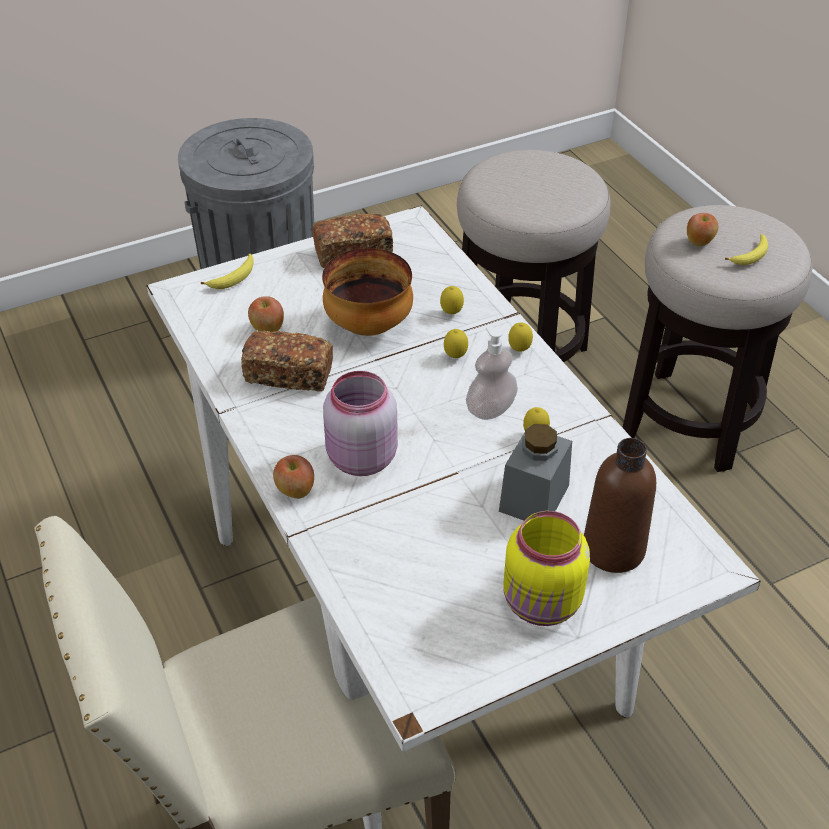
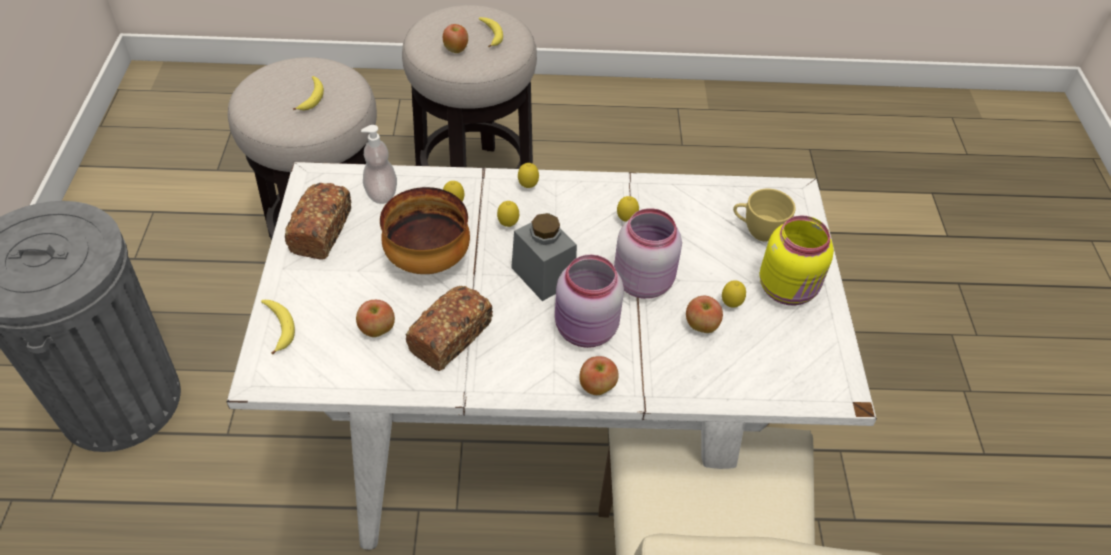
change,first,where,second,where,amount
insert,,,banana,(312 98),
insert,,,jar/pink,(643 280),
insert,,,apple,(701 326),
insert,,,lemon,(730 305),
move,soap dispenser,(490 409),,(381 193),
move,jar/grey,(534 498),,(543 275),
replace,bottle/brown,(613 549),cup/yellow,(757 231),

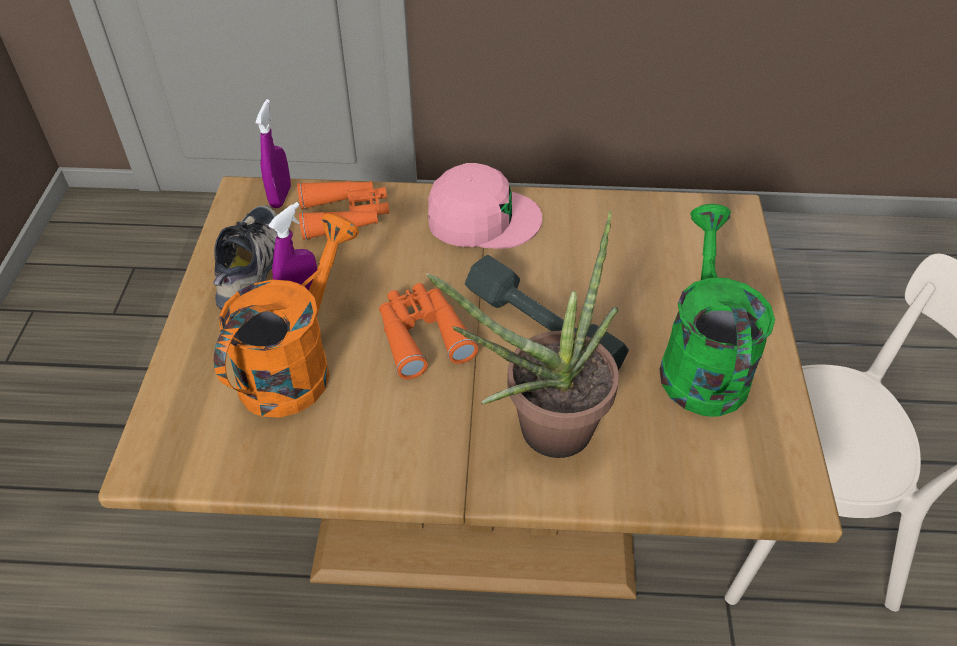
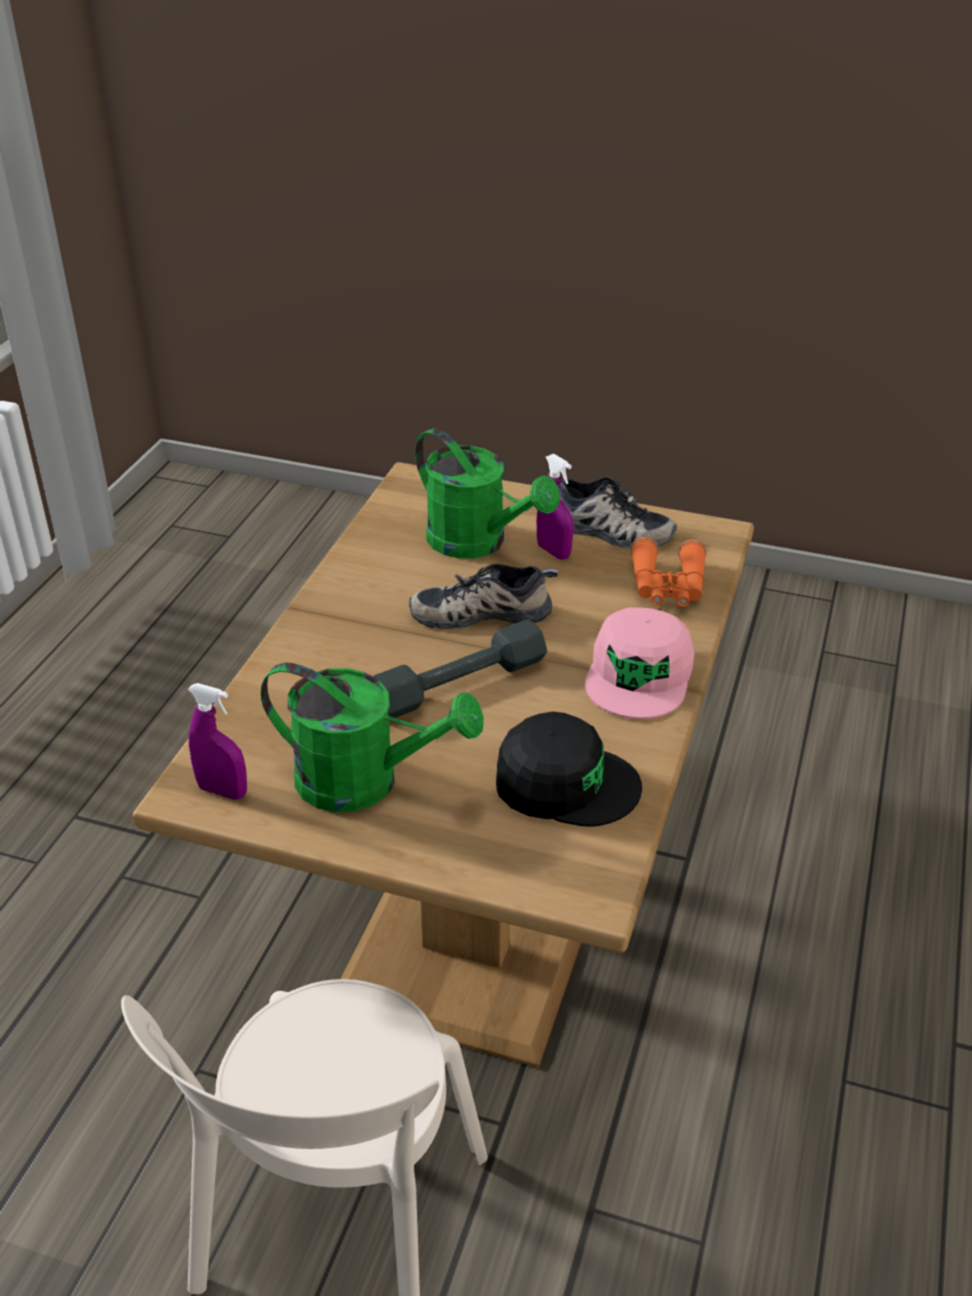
change,first,where,second,where,amount
delete,potted plant,(540 433),,,
insert,,,cap/black,(565 782),
move,spray bottle/purple,(280 197),,(222 791),
replace,binoculars/orange,(422 335),shoe,(482 611),
recolor,watering can/orange,(295 365),watering can/green,(478 543),

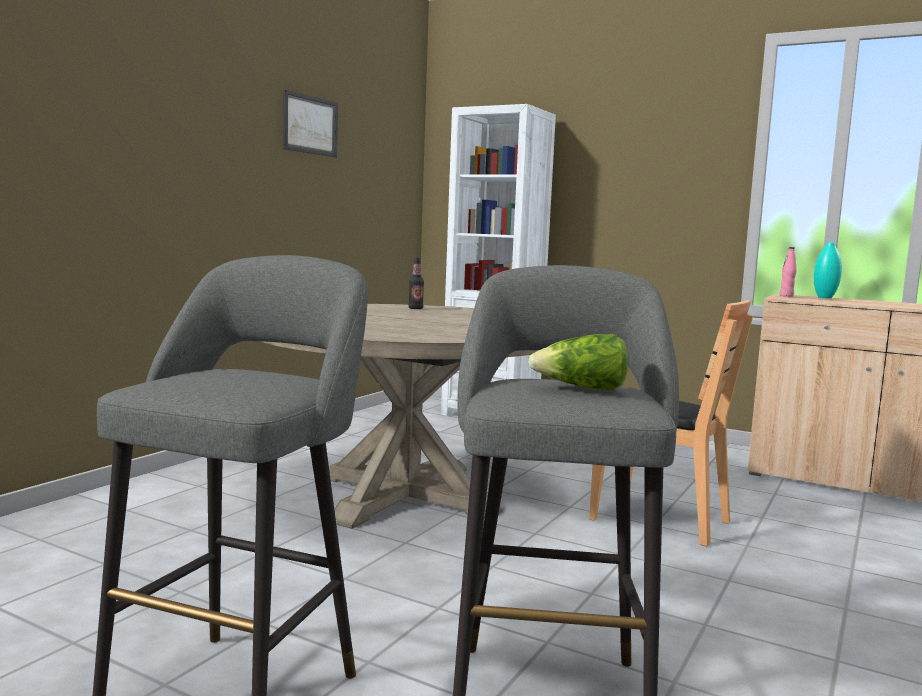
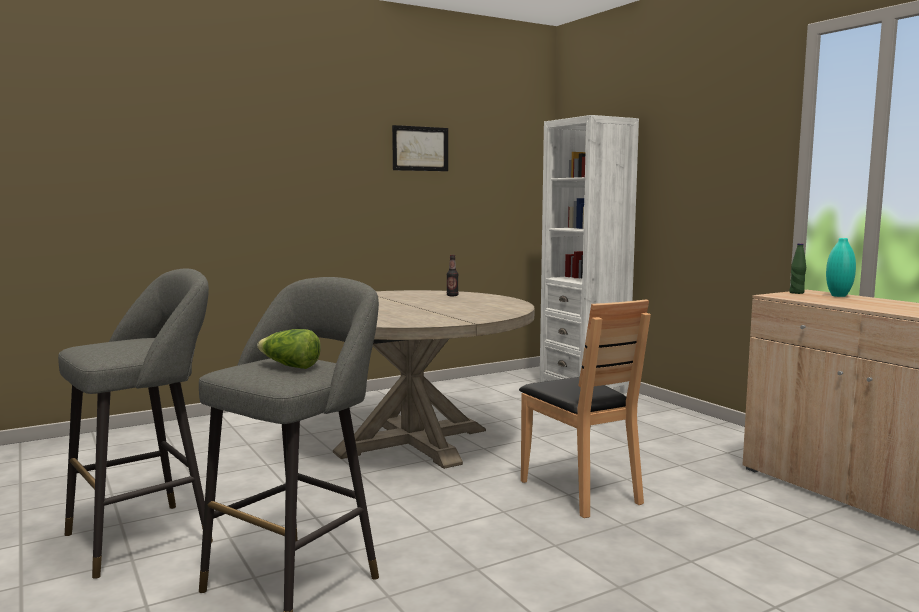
change,first,where,second,where,amount
recolor,bottle/pink,(786 296),bottle/green,(796 293),

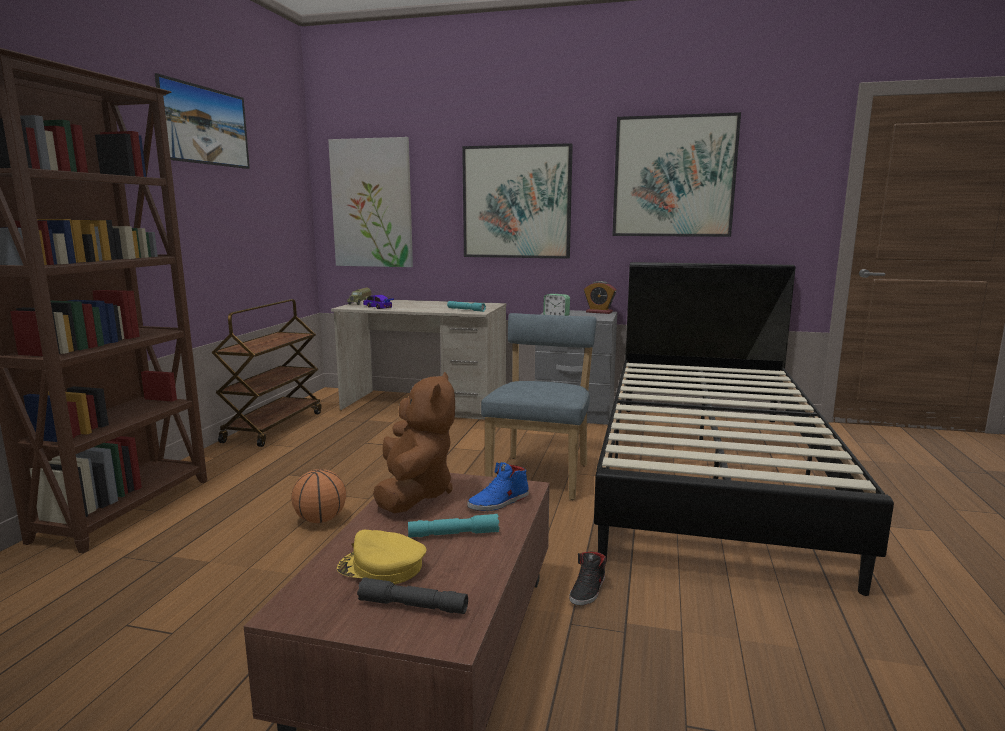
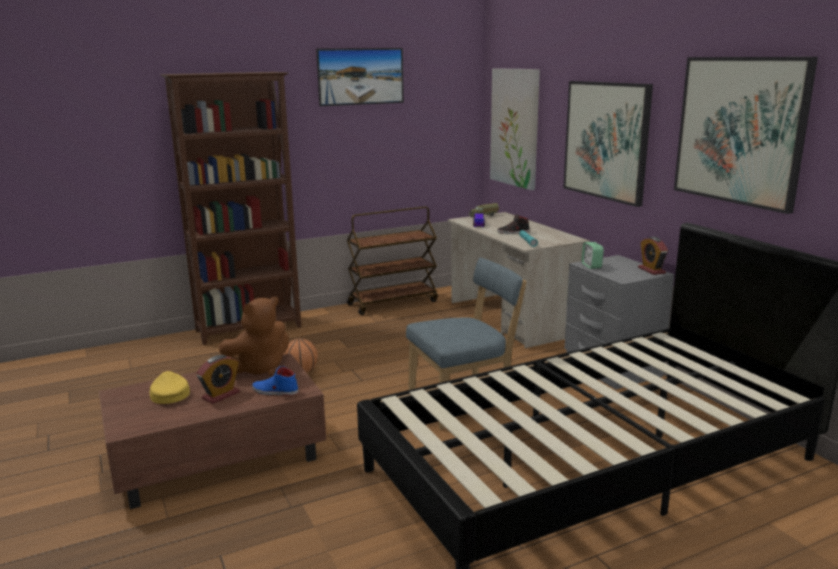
change,first,where,second,where,amount
delete,flashlight/grey,(413 606),,,
move,shoe/black,(588 590),,(513 232),
replace,flashlight/turquoise,(453 534),alarm clock,(221 395),

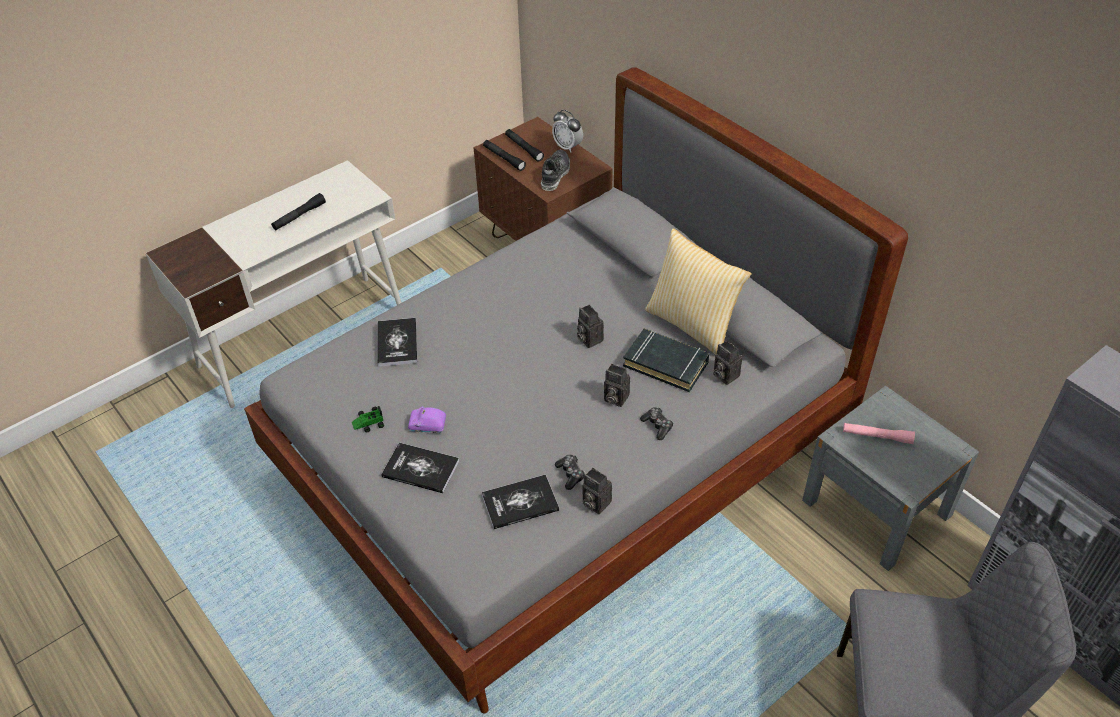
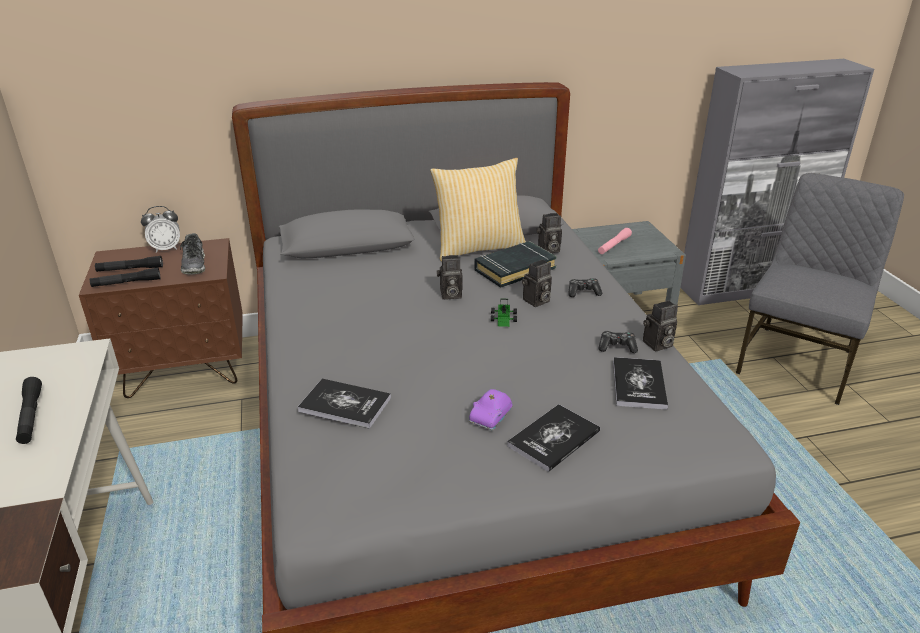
change,first,where,second,where,amount
move,toy car,(367 422),,(503 319),
rotate,shoe,(555 175),,(195 264),150 degrees counterclockwise

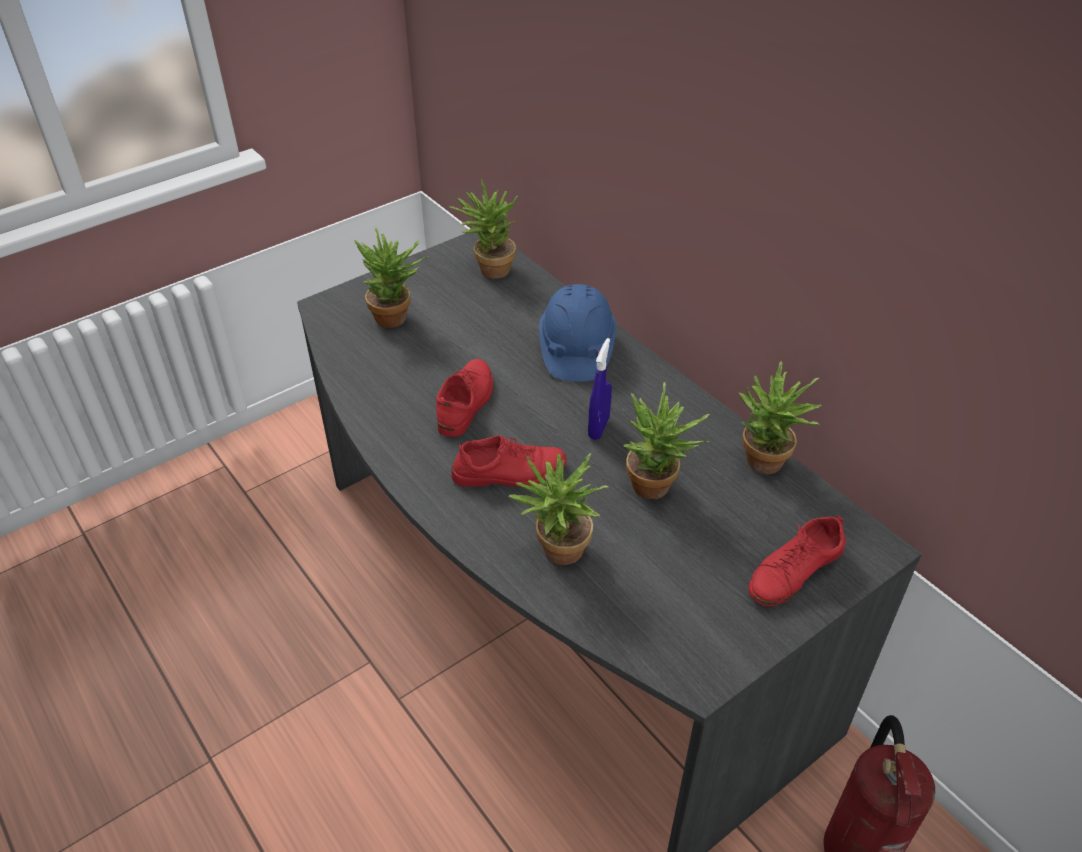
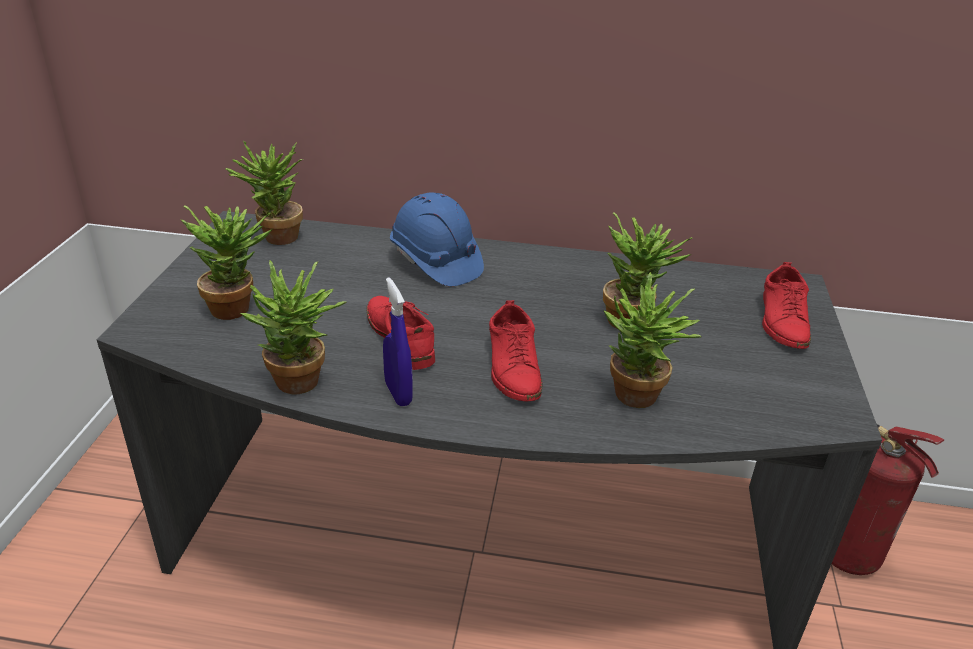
change,first,where,second,where,amount
move,spray bottle/blue,(598 428),,(398 393),
move,potted plant,(764 467),,(301 386),
rotate,shoe/red,(509 472),,(513 367),135 degrees clockwise

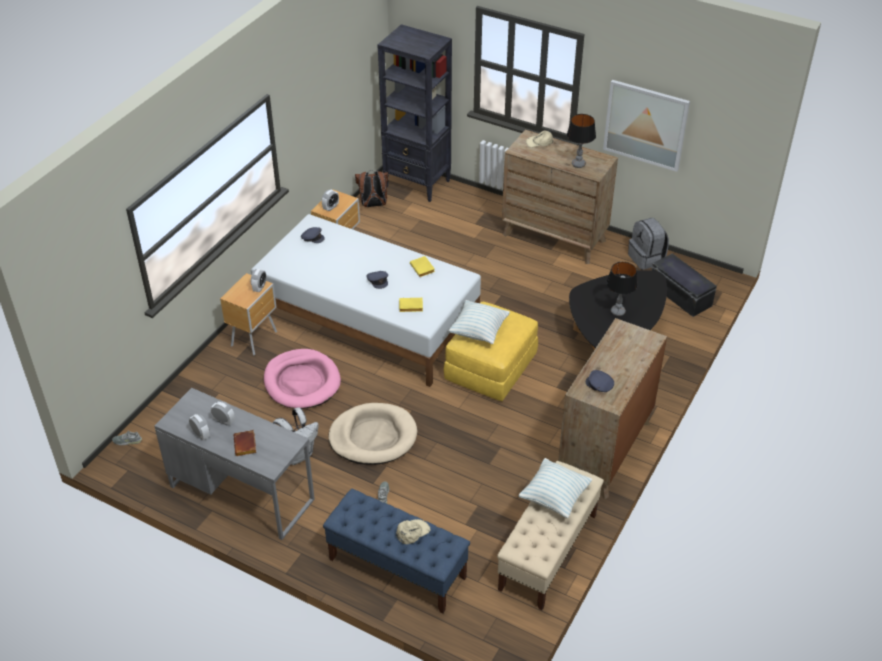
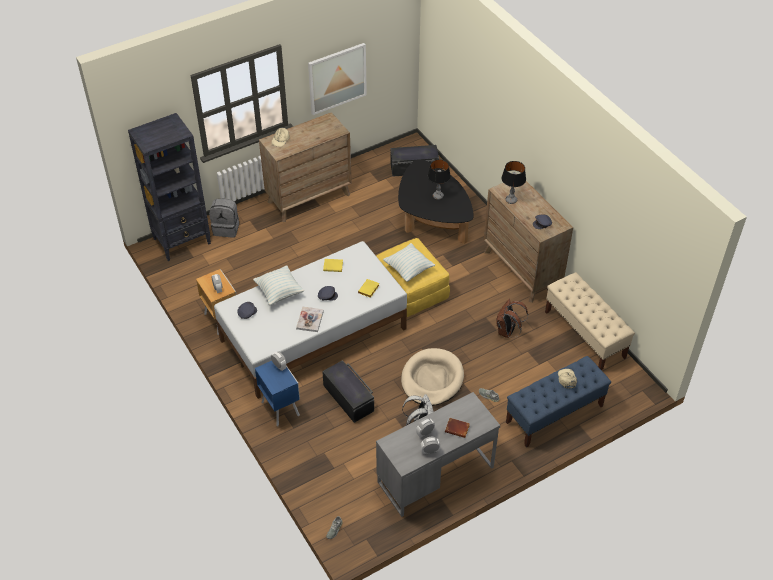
change,first,where,second,where,amount
insert,,,book,(310 320),
move,backpack/brown,(373 205),,(507 331),
move,pillow,(554 497),,(279 292),
move,table lamp,(578 164),,(511 200),
move,backpack/grey,(646 258),,(226 228),
replace,dog bed/pink,(302 382),storage box/black,(349 398),
recolor,nightstand/brown,(255 338),nightstand/blue,(280 408),

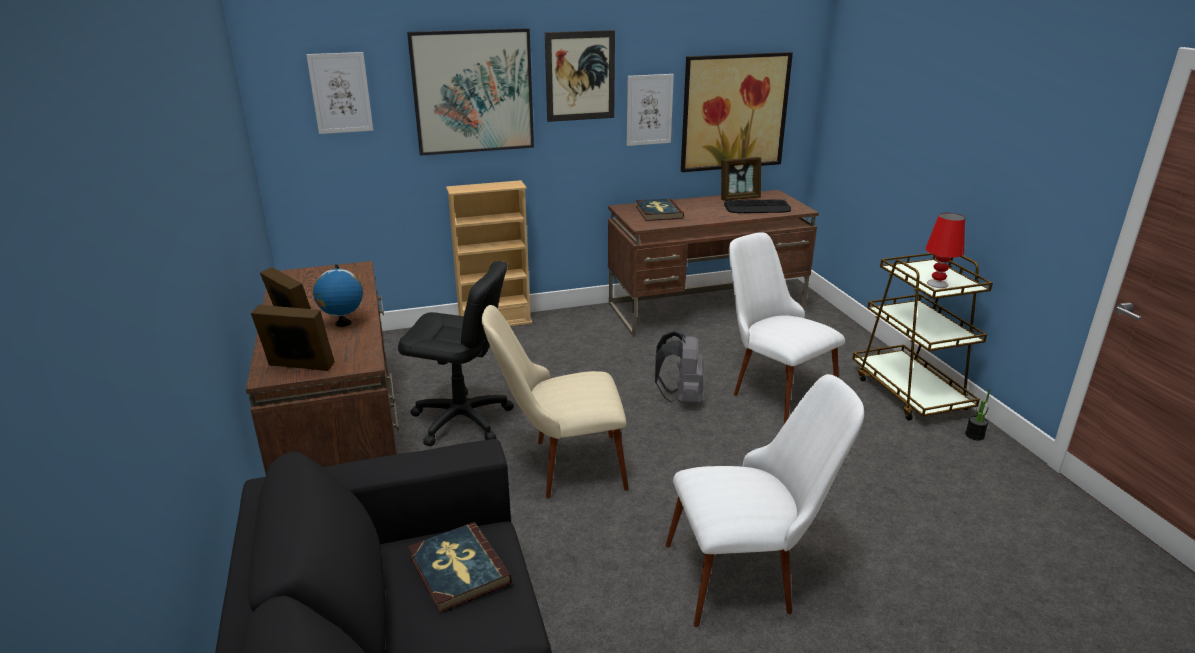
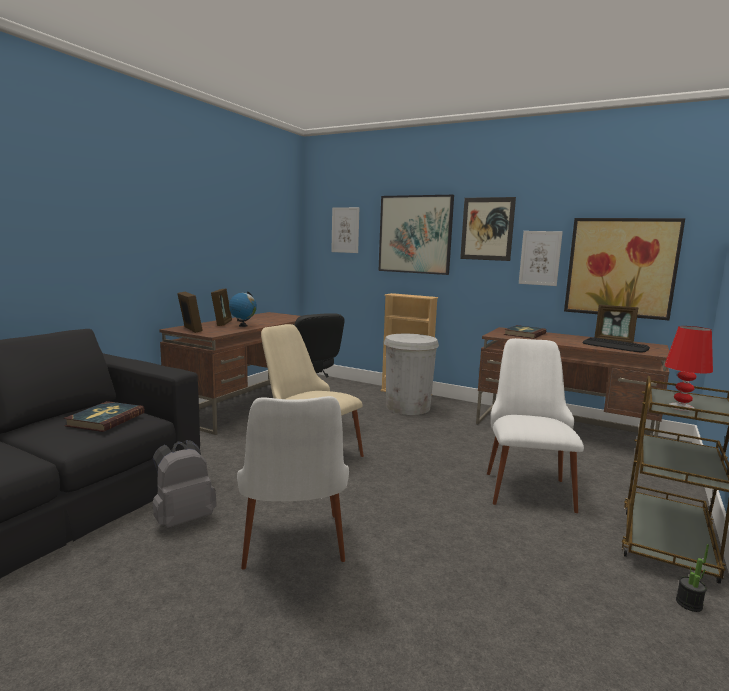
change,first,where,second,where,amount
insert,,,trash can/white,(408 407),
move,backpack/grey,(681 398),,(183 519),
rotate,chair/white,(749 574),,(293 552),45 degrees clockwise

